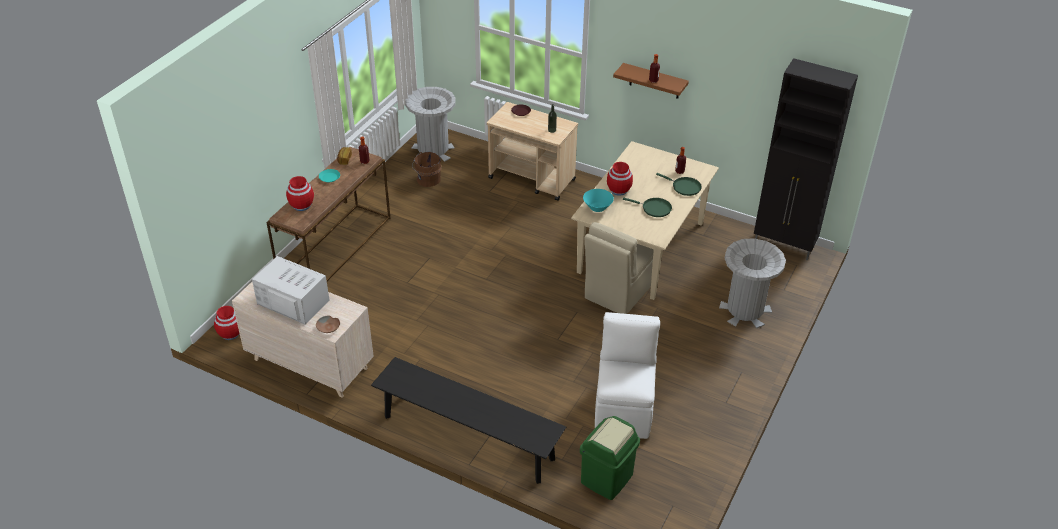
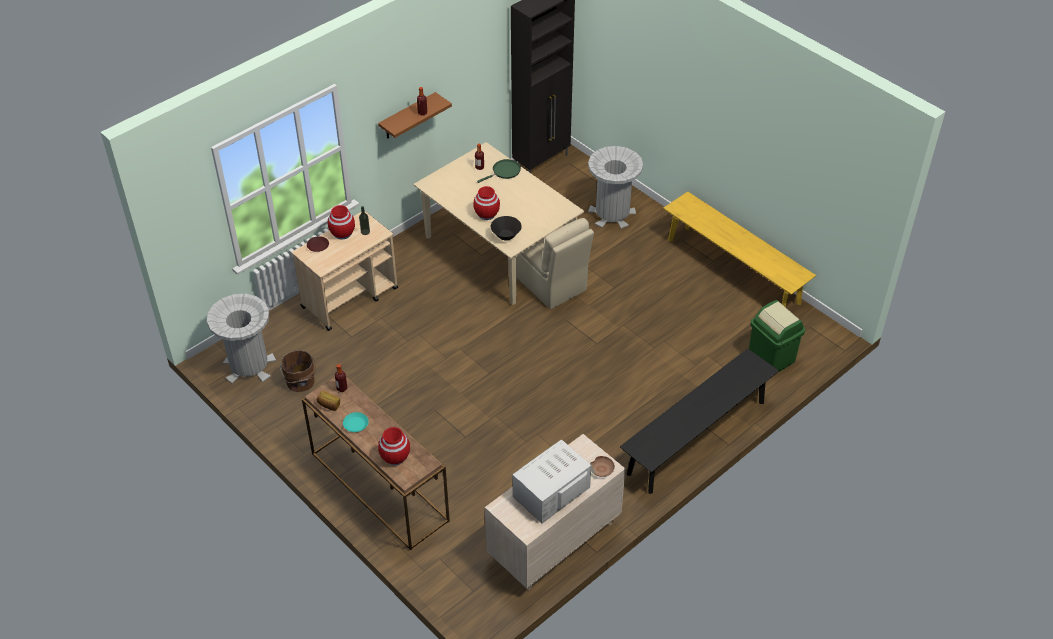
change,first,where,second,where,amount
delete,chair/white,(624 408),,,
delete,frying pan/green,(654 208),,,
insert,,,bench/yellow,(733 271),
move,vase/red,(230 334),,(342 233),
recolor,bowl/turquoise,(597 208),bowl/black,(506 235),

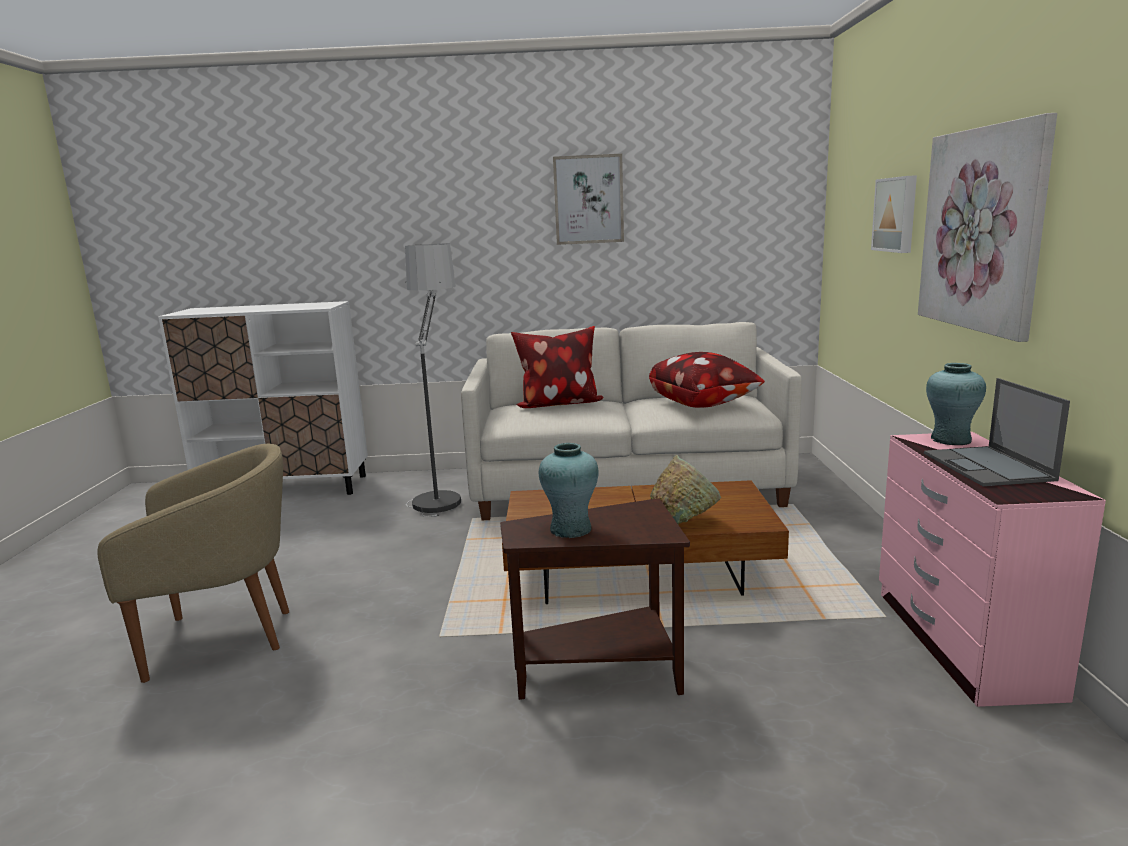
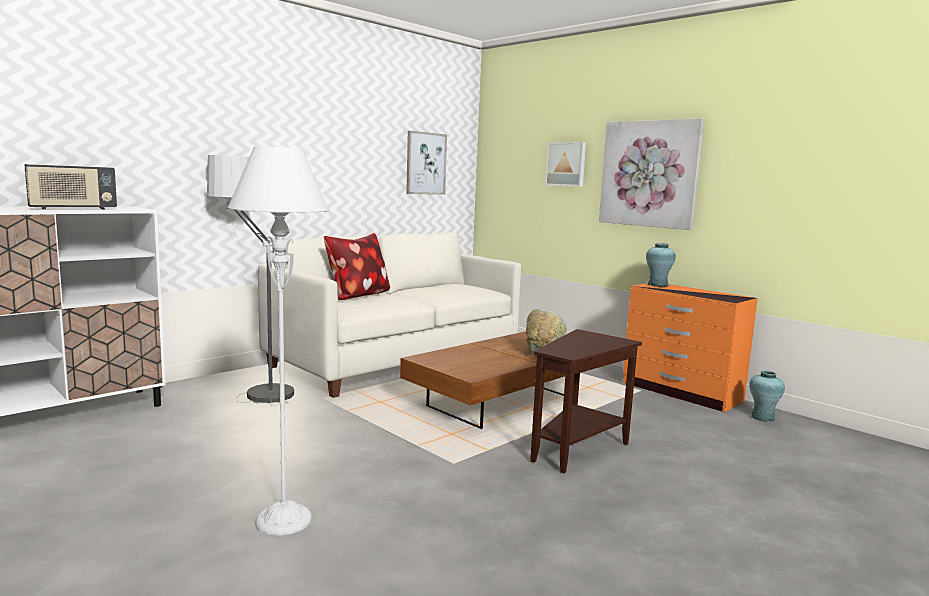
change,first,where,second,where,amount
delete,pillow,(703 404),,,
delete,laptop,(988 467),,,
insert,,,radio,(73 209),
move,vase/turquoise,(570 529),,(763 417),
move,picture,(588 199),,(425 163),
replace,armchair/beige,(225 638),floor lamp/grey,(284 520),
recolor,dresser/pink,(961 642),dresser/orange,(681 392),

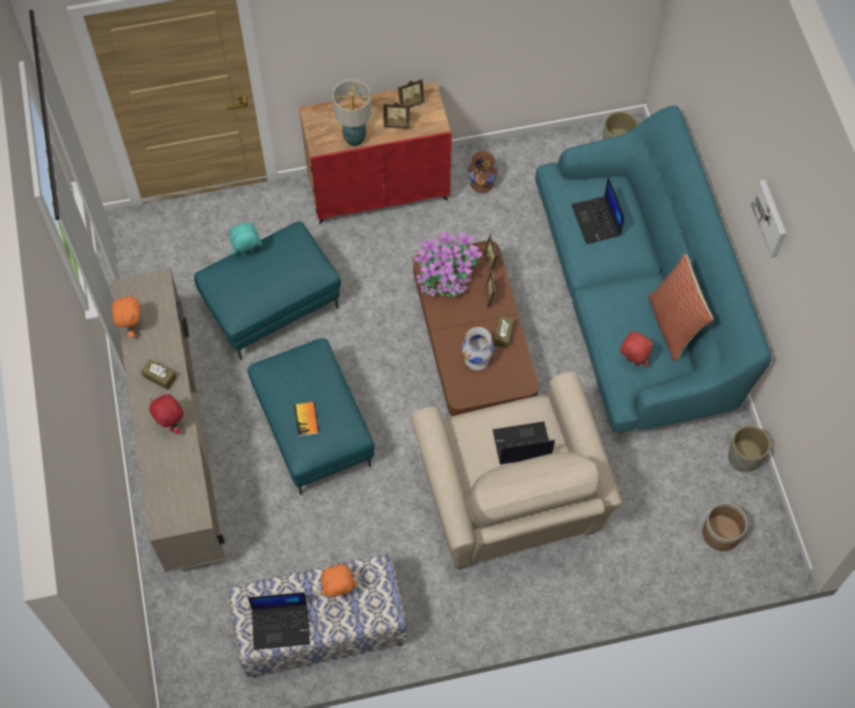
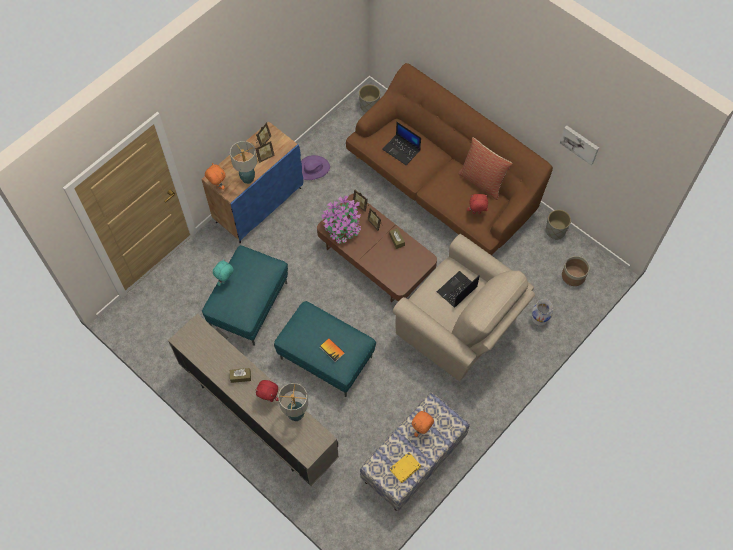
change,first,where,second,where,amount
insert,,,table lamp,(296 415),
move,plush toy/orange,(131 328),,(217 186),
move,vase/white,(477 359),,(540 318),
move,picture,(771 218),,(580 144),
replace,laptop,(281 625),book/yellow,(405 468),
replace,vase/brown,(481 184),hat/purple,(313 169),
recolor,cabinet/red,(379 189),cabinet/blue,(259 204),
recolor,sofa/turquoise,(635 302),sofa/brown,(442 184),

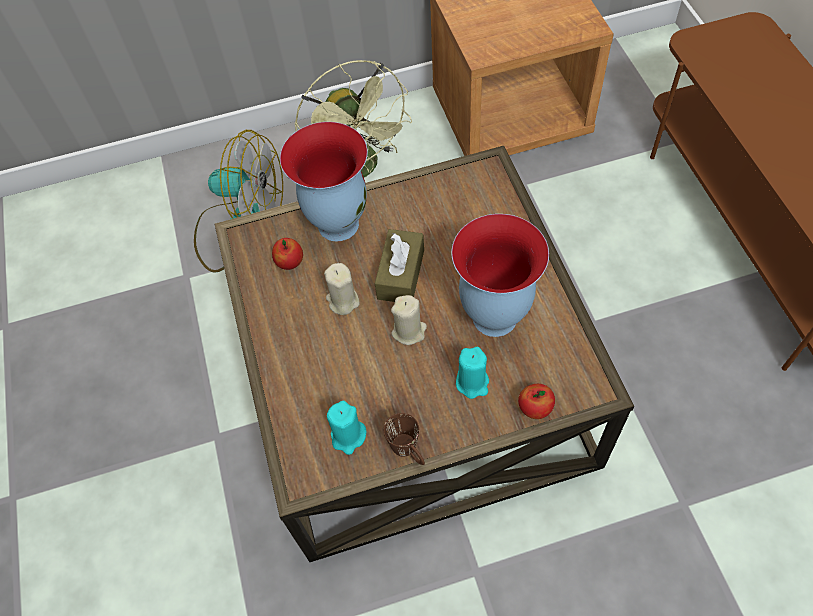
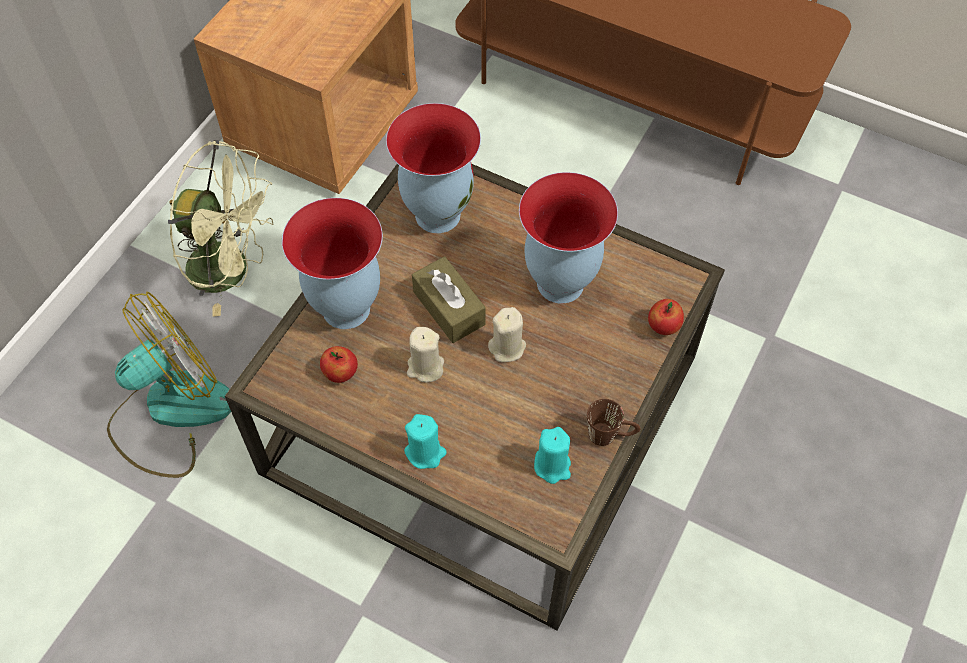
change,first,where,second,where,amount
insert,,,vase,(437 213),
move,candle/turquoise,(472 382),,(425 452),

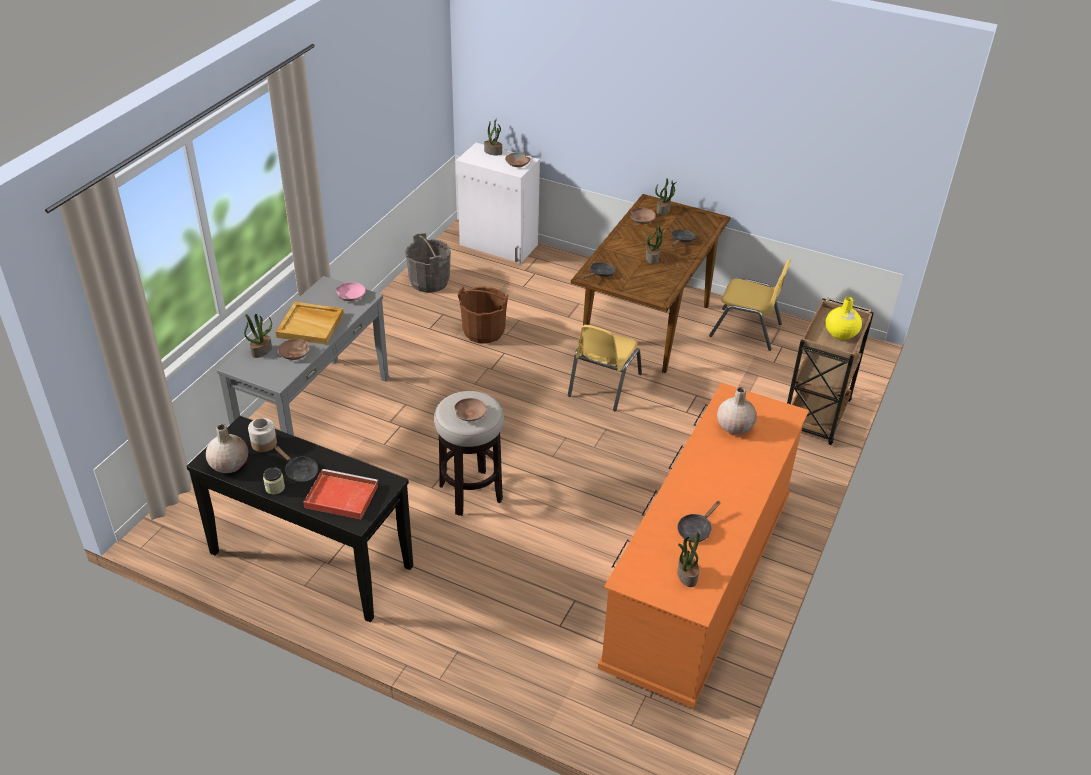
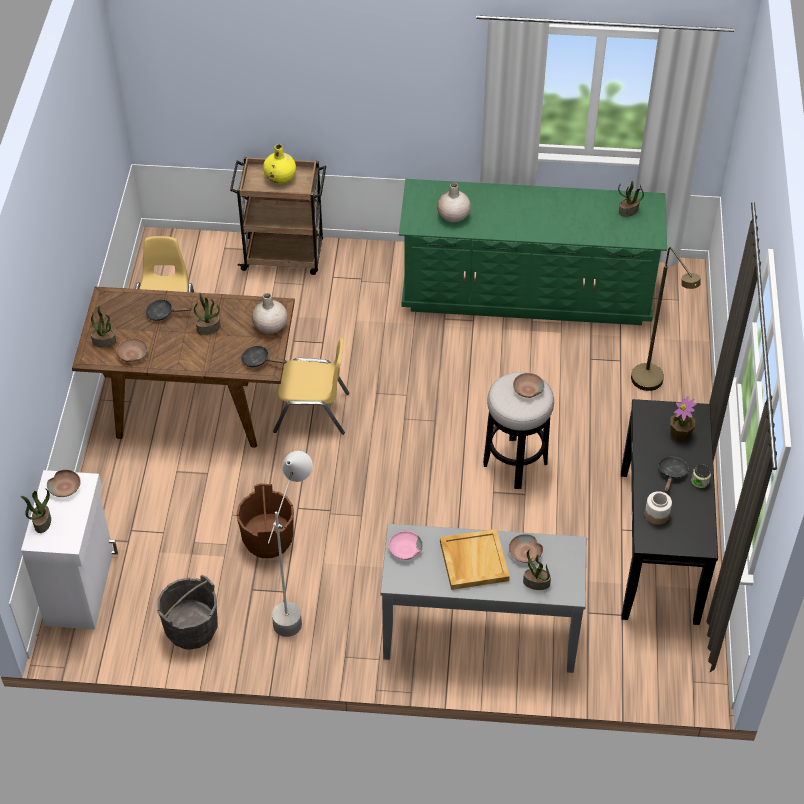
change,first,where,second,where,amount
delete,frying pan/black,(696 529),,,
insert,,,floor lamp/grey,(296 604),
insert,,,floor lamp/brown,(652 385),
move,vase/beige,(229 464),,(270 326),
replace,tray/red,(340 496),potted plant,(680 434),
recolor,dresser/orange,(698 582),dresser/green,(526 292),

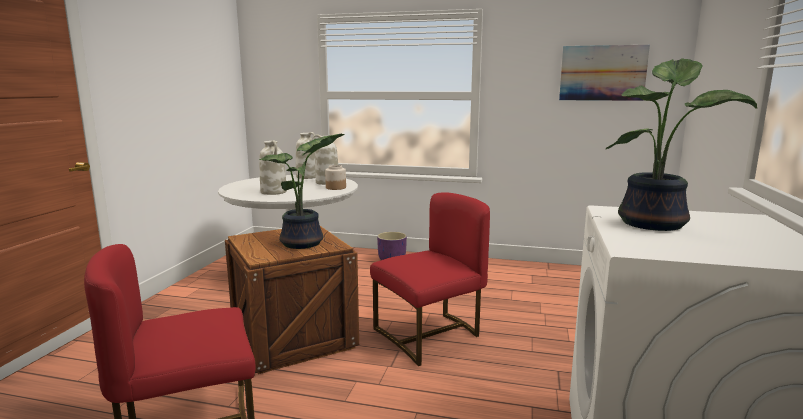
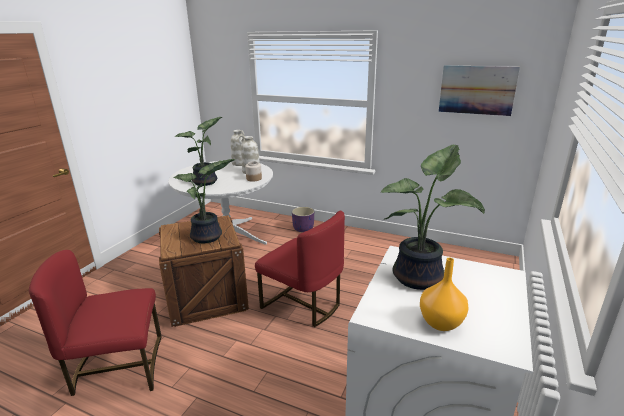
change,first,where,second,where,amount
insert,,,vase/orange,(440 323),
replace,vase/white,(274 192),potted plant,(206 182),
rotate,chair/red,(430 335),,(303 304),60 degrees clockwise

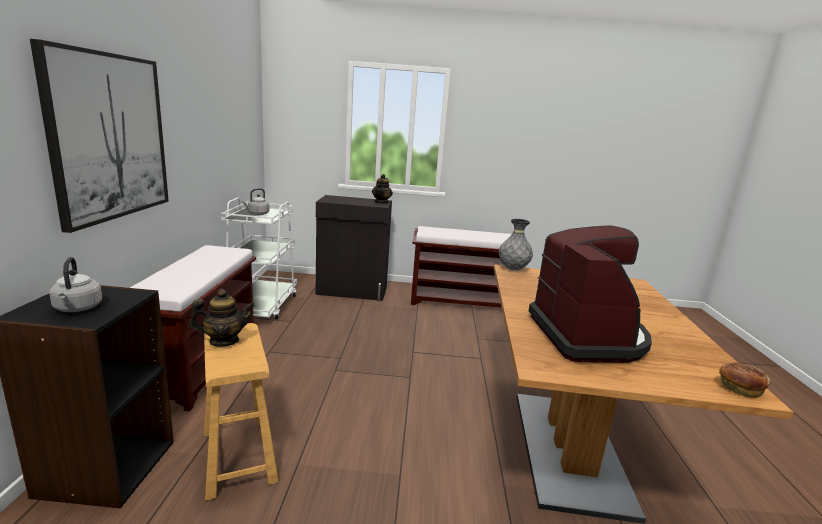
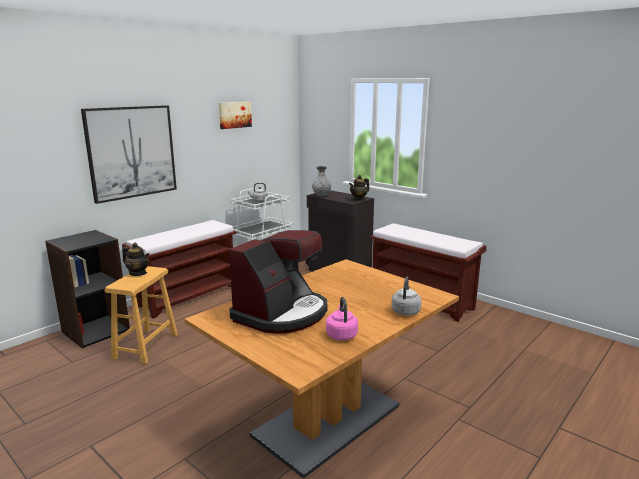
change,first,where,second,where,amount
delete,bread,(739 388),,,
insert,,,picture,(234 115),
insert,,,kettle/pink,(341 334),
move,kettle/grey,(77 308),,(405 312),
move,vase/grey,(513 269),,(321 196),

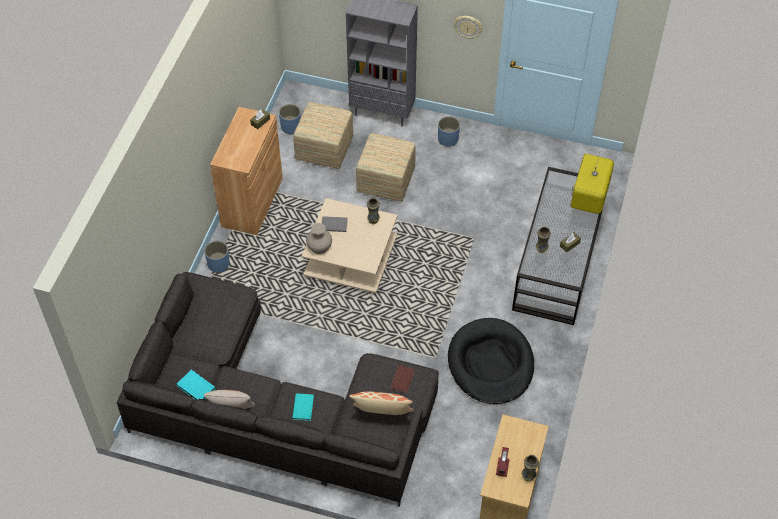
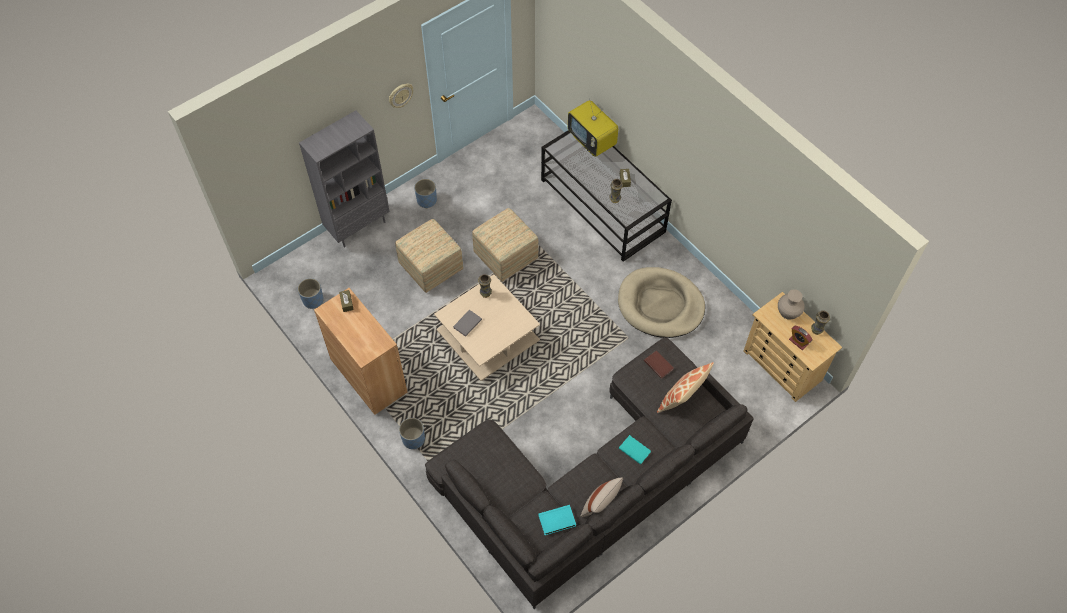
change,first,where,second,where,amount
move,ottoman,(324 148),,(505 256),
move,vase/beige,(319 247),,(788 311),
recolor,dog bed/black,(490 364),dog bed/beige,(660 305),

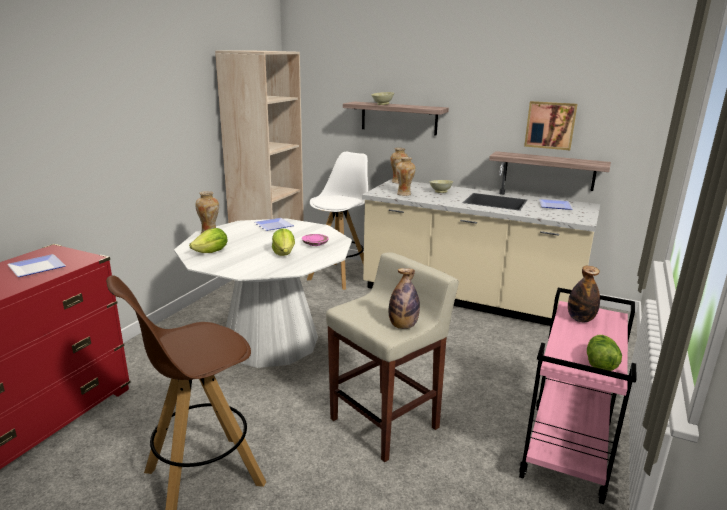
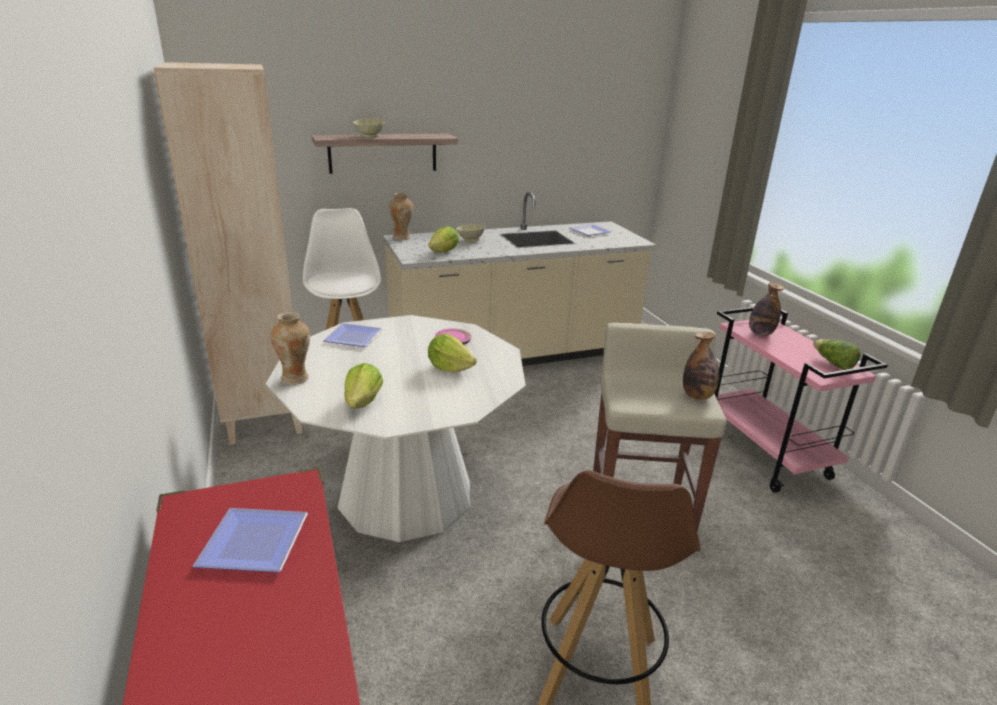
change,first,where,second,where,amount
delete,shelf,(548 171),,,
delete,picture,(550 125),,,
replace,vase,(404 194),lettuce,(444 252),

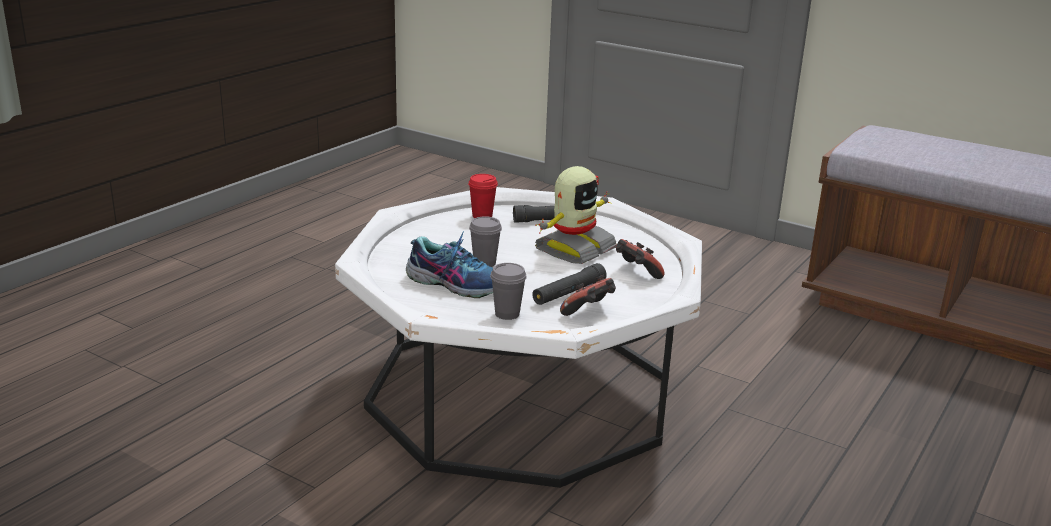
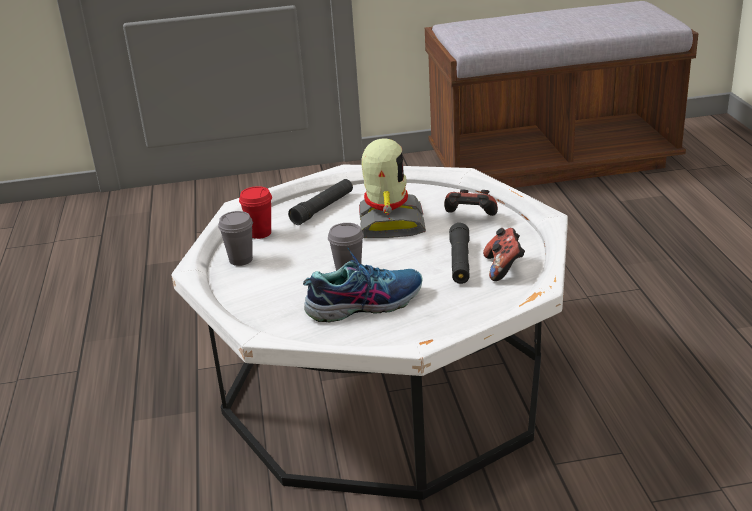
change,first,where,second,where,amount
move,cup/grey,(507 314),,(241 260),

